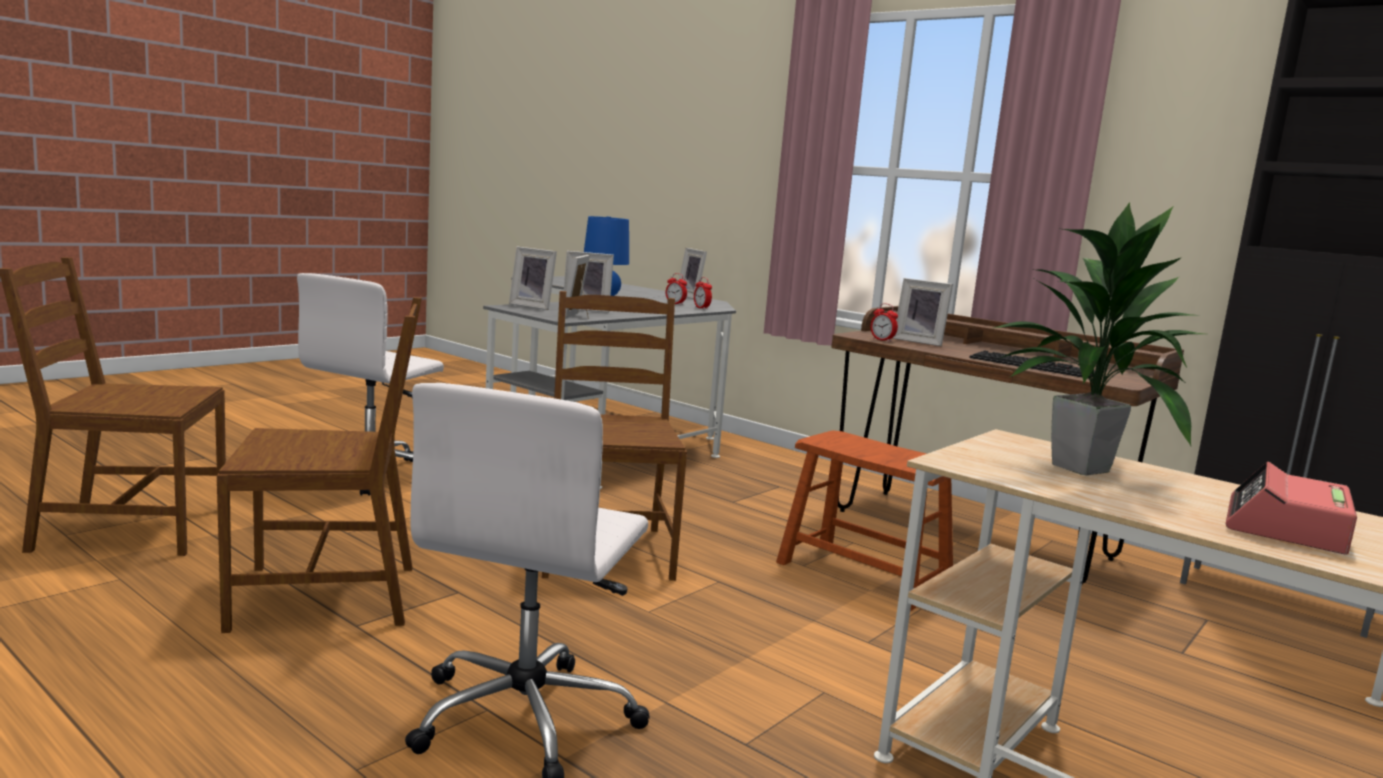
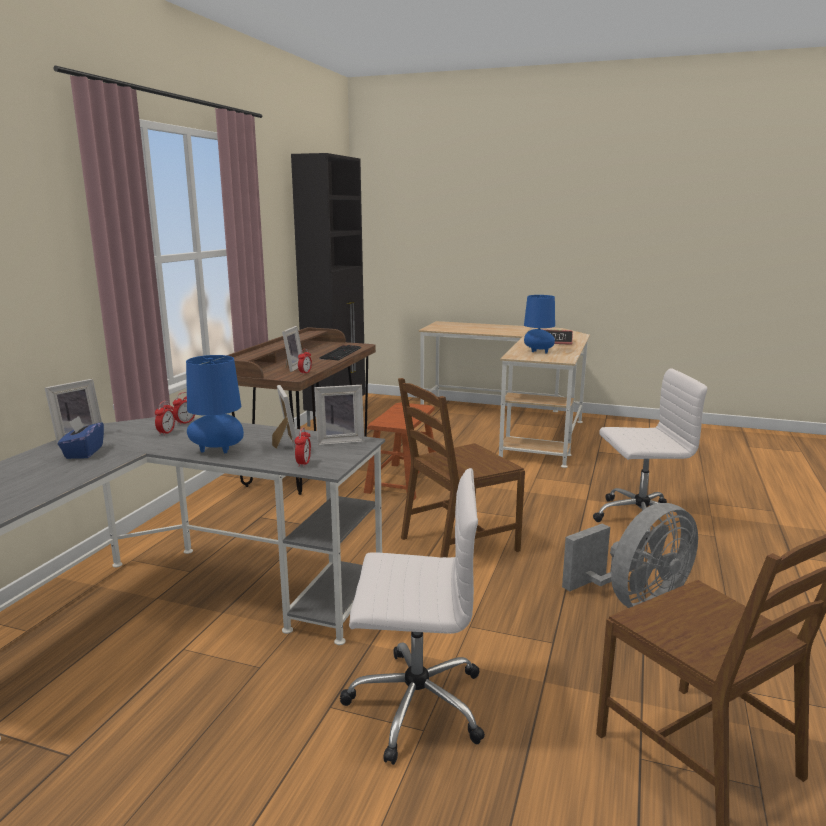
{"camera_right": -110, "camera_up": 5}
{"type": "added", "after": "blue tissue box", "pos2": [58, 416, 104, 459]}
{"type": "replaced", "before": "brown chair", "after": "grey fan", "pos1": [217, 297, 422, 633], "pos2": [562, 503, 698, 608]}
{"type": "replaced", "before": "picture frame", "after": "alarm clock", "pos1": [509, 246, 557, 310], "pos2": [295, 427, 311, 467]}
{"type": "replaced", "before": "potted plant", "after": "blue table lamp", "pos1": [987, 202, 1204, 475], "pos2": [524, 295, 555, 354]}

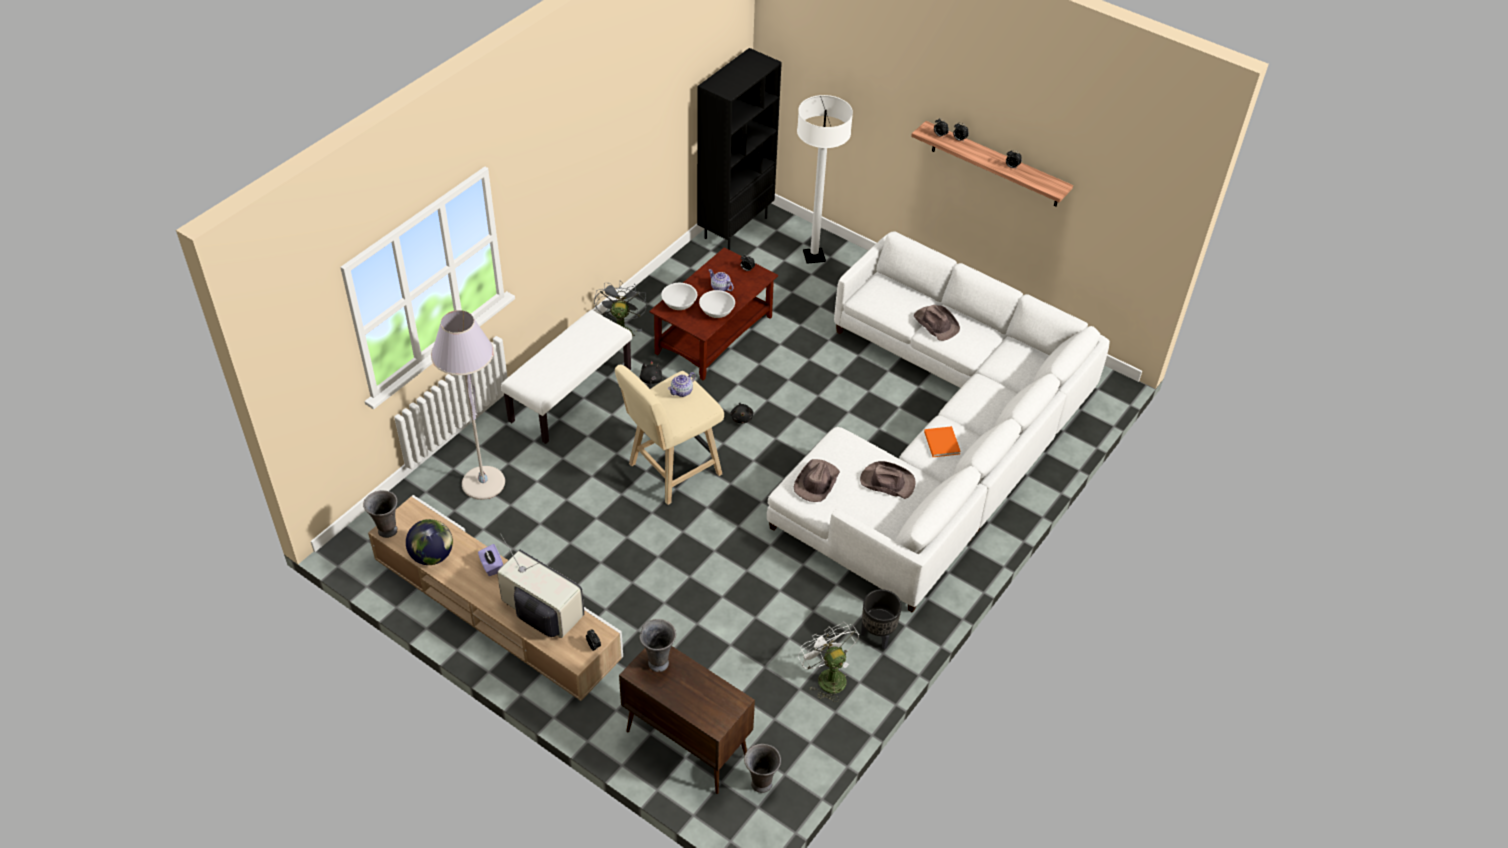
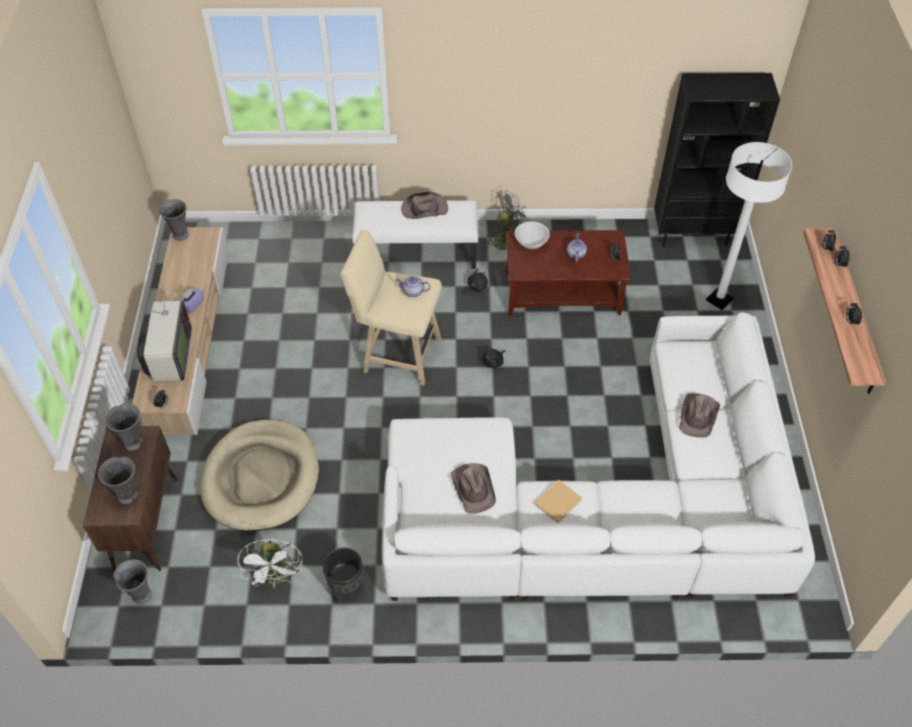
{"camera_right": 55, "camera_up": 5}
{"type": "removed", "before": "globe", "pos1": [406, 519, 453, 565]}
{"type": "removed", "before": "grey floor lamp", "pos1": [431, 310, 505, 500]}
{"type": "removed", "before": "white bowl", "pos1": [699, 290, 735, 318]}
{"type": "added", "after": "grey vase", "pos2": [98, 457, 138, 504]}
{"type": "added", "after": "beige dog bed", "pos2": [200, 420, 319, 531]}
{"type": "moved", "before": "brown hat", "pos1": [794, 459, 840, 502], "pos2": [401, 192, 448, 219]}
{"type": "recoloured", "before": "orange book", "after": "beige book", "pos1": [924, 426, 961, 457], "pos2": [535, 480, 582, 523]}
{"type": "turned", "before": "white fan", "pos1": [798, 622, 859, 702], "pos2": [238, 539, 302, 588], "turn": 150}

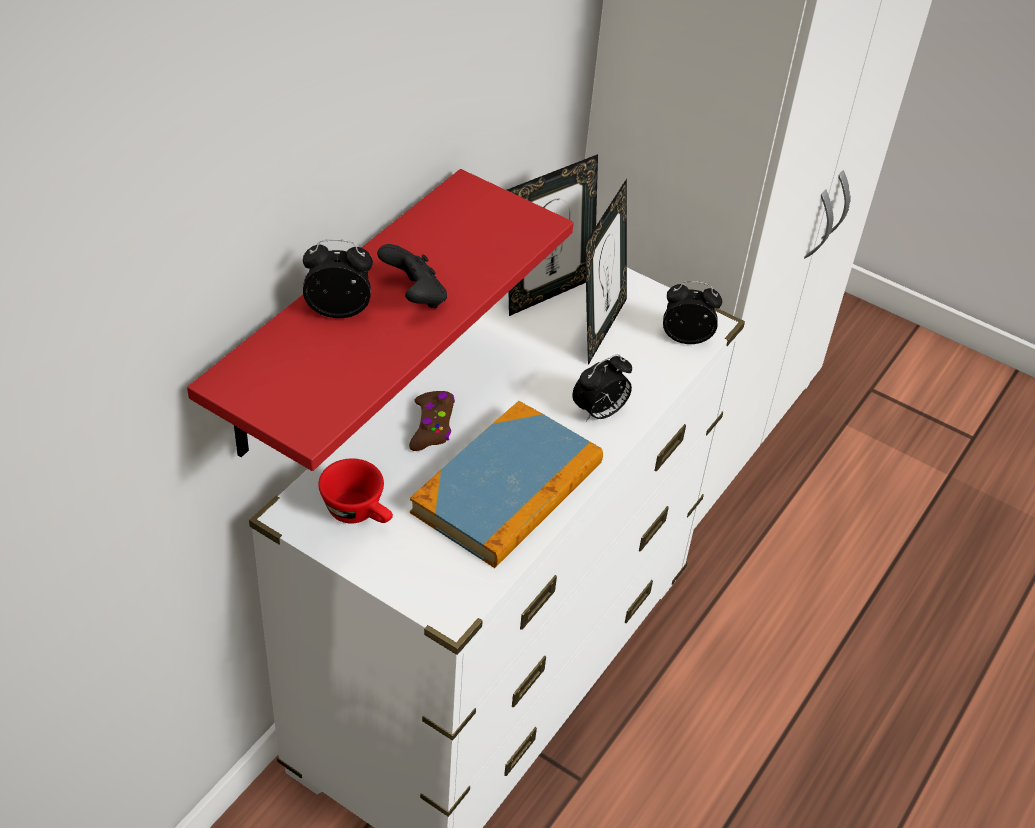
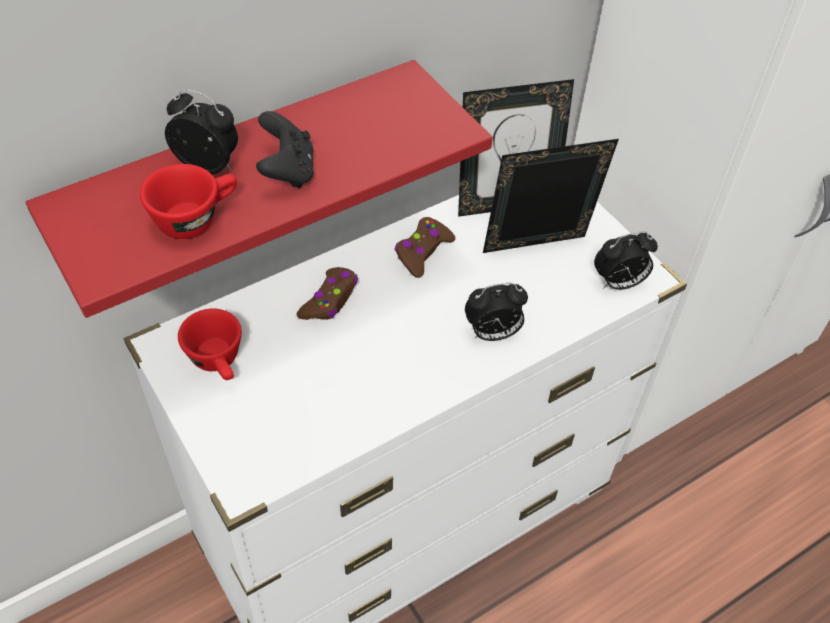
{"camera_right": 25, "camera_up": 5}
{"type": "removed", "before": "book", "pos1": [410, 401, 603, 568]}
{"type": "added", "after": "red cup", "pos2": [140, 164, 237, 239]}
{"type": "added", "after": "brown game controller", "pos2": [395, 217, 456, 278]}
{"type": "turned", "before": "picture frame", "pos1": [585, 179, 627, 365], "pos2": [483, 139, 619, 253], "turn": -150}
{"type": "turned", "before": "alarm clock", "pos1": [663, 281, 722, 344], "pos2": [594, 231, 658, 290], "turn": 135}

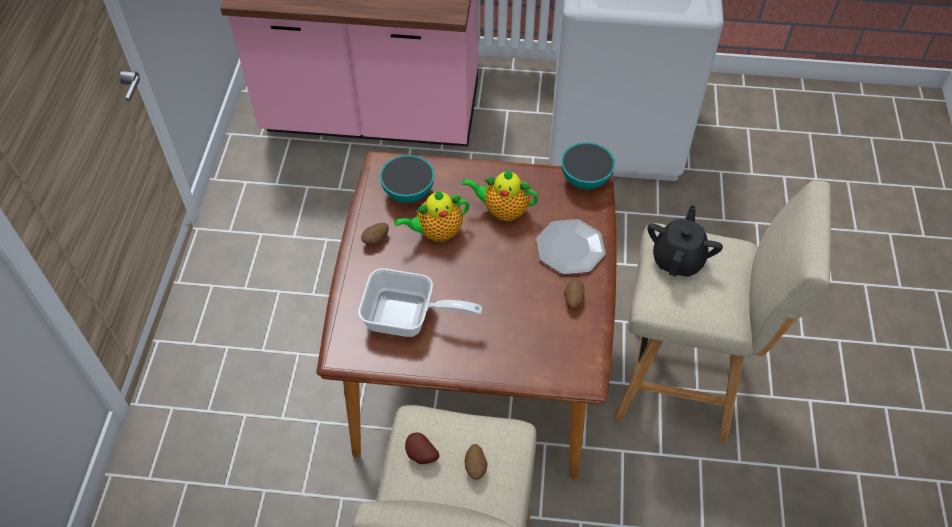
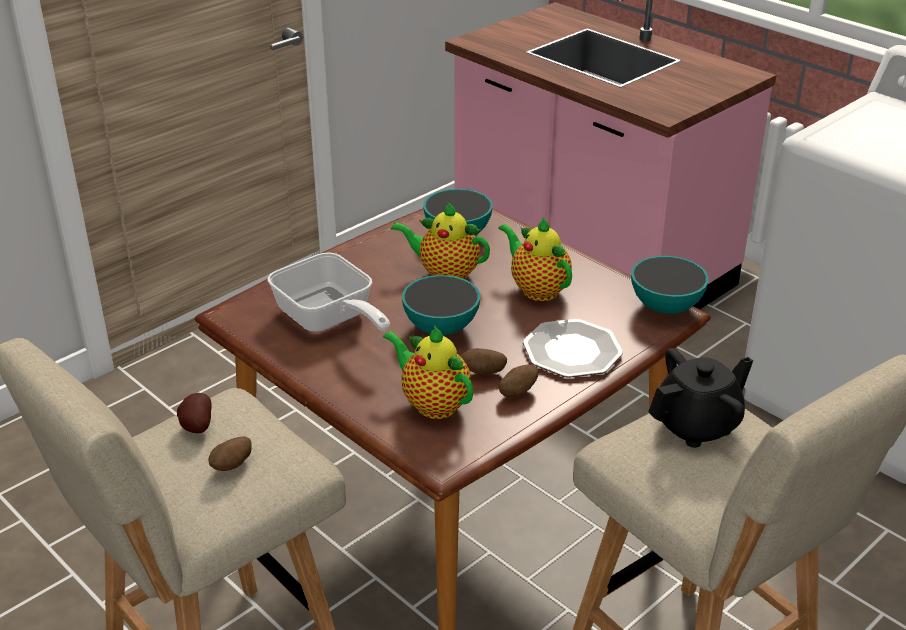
{"camera_right": 40, "camera_up": -20}
{"type": "added", "after": "teapot", "pos2": [383, 325, 473, 419]}
{"type": "added", "after": "bowl", "pos2": [402, 275, 480, 335]}
{"type": "moved", "before": "potato", "pos1": [361, 223, 389, 245], "pos2": [461, 348, 507, 375]}

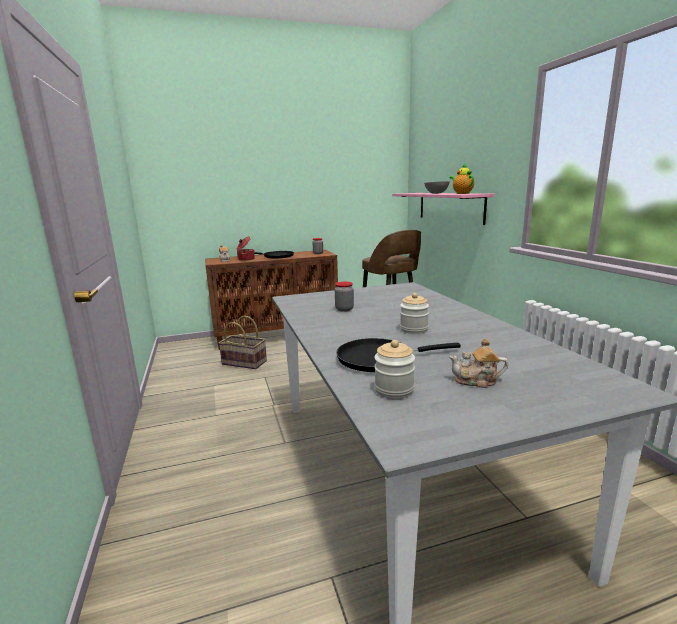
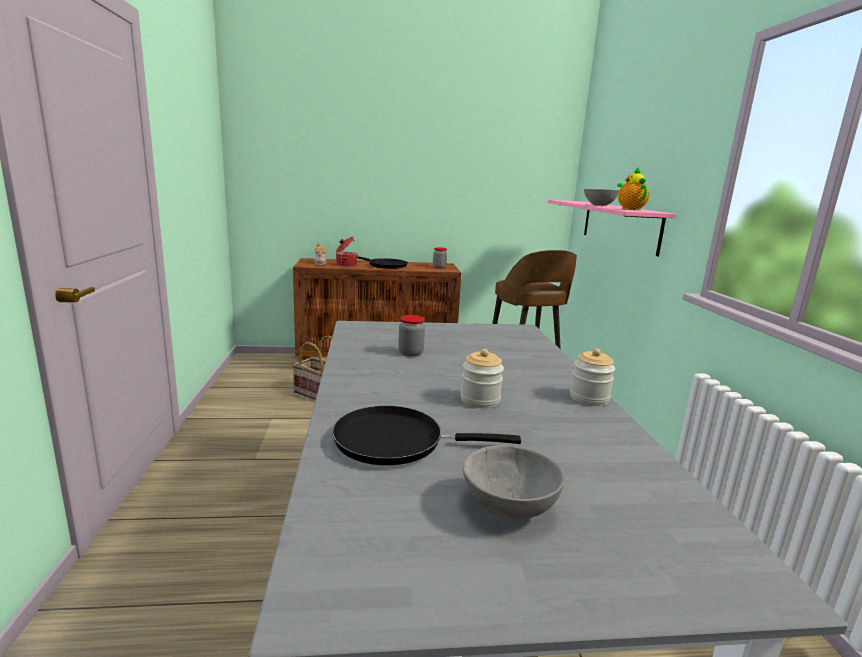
{"camera_right": 10, "camera_up": 0}
{"type": "moved", "before": "jar", "pos1": [374, 340, 415, 399], "pos2": [570, 349, 615, 406]}
{"type": "replaced", "before": "teapot", "after": "grey bowl", "pos1": [449, 338, 508, 388], "pos2": [463, 445, 565, 519]}

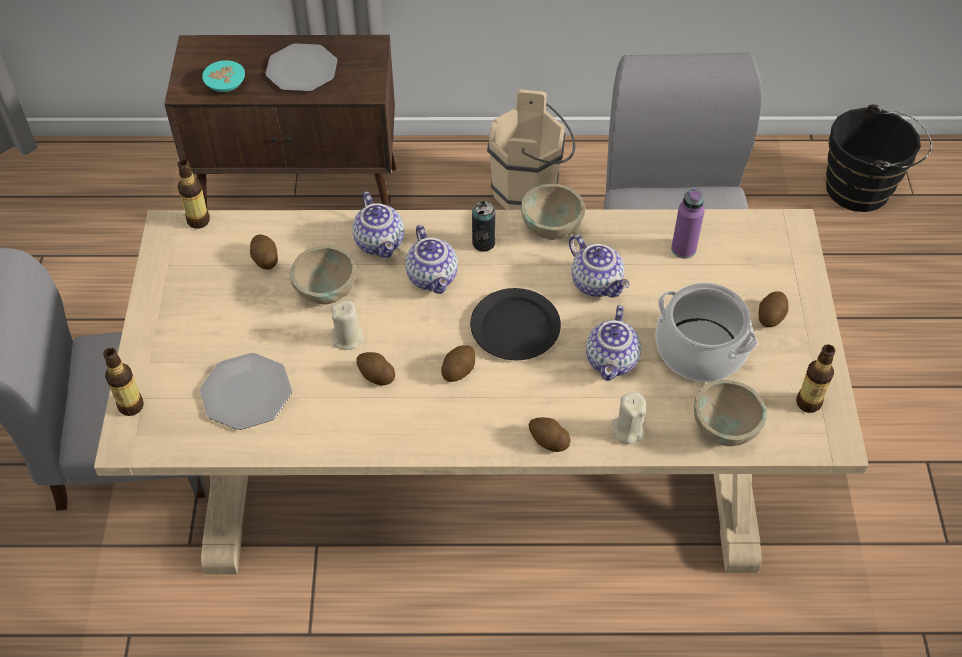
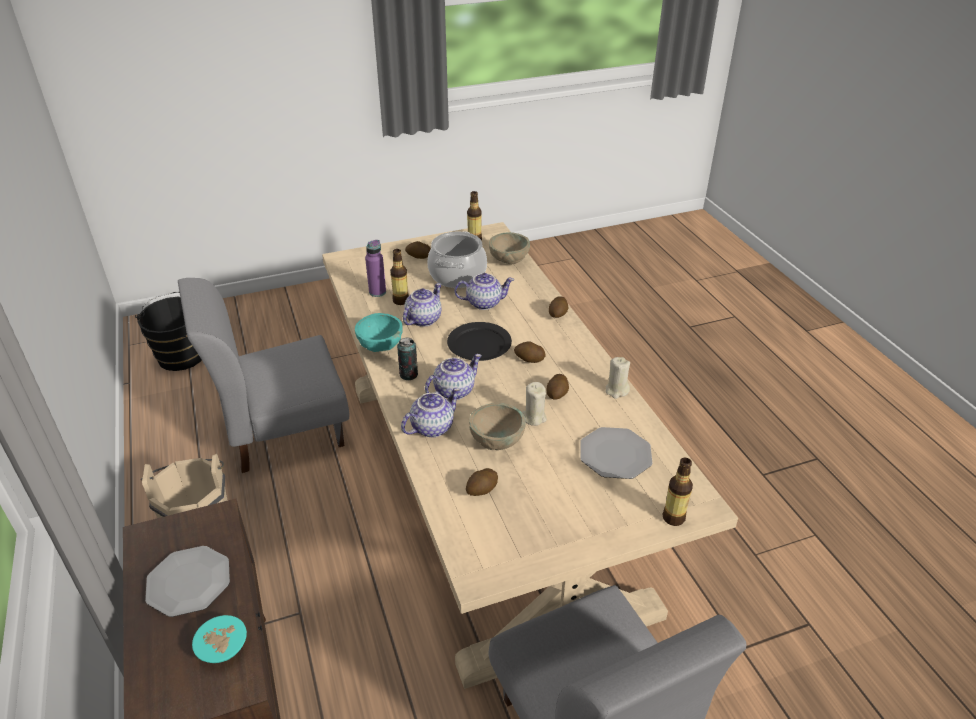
{"camera_right": -110, "camera_up": -15}
{"type": "moved", "before": "bottle", "pos1": [177, 159, 210, 229], "pos2": [390, 249, 409, 305]}
{"type": "moved", "before": "beige candle", "pos1": [612, 392, 646, 445], "pos2": [605, 357, 630, 399]}
{"type": "recoloured", "before": "beige bowl", "after": "turquoise bowl", "pos1": [521, 184, 585, 240], "pos2": [355, 313, 403, 352]}

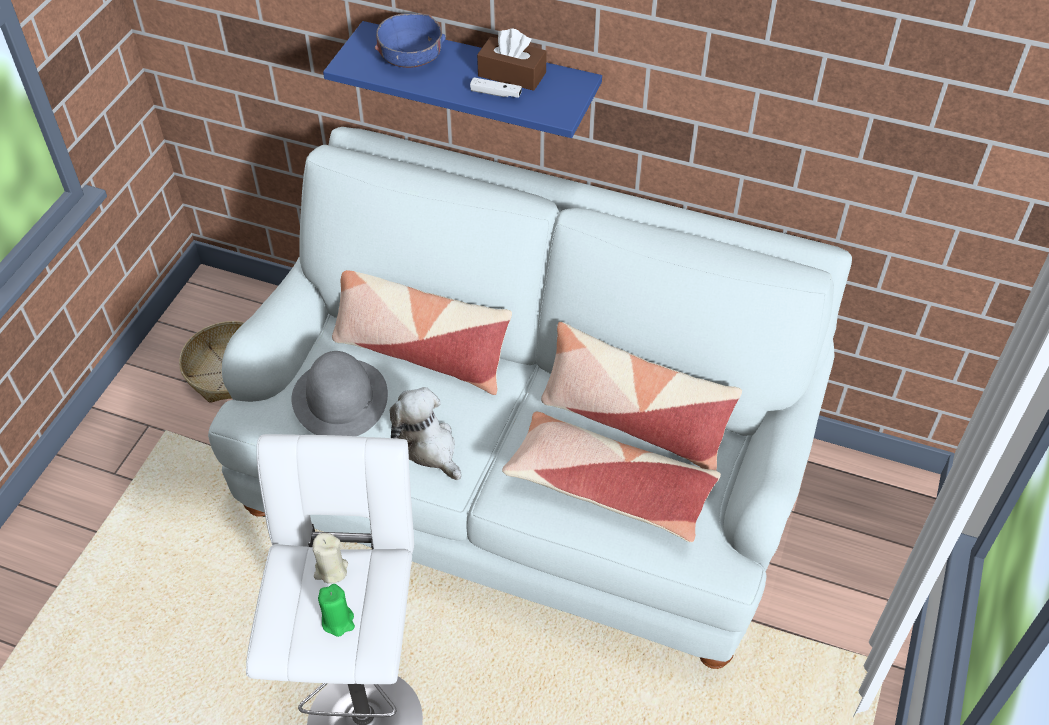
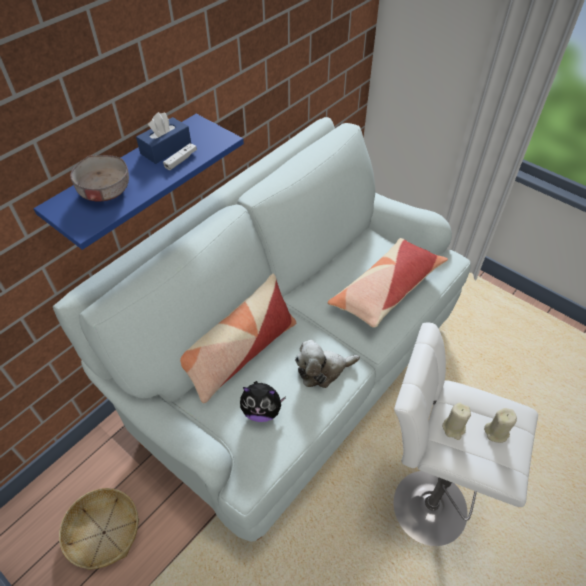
{"camera_right": -70, "camera_up": 0}
{"type": "removed", "before": "pillow", "pos1": [541, 322, 742, 470]}
{"type": "replaced", "before": "grey hat", "after": "plush toy", "pos1": [291, 351, 388, 436], "pos2": [240, 381, 286, 422]}
{"type": "recoloured", "before": "green candle", "after": "beige candle", "pos1": [318, 584, 355, 637], "pos2": [484, 408, 517, 443]}
{"type": "recoloured", "before": "blue bowl", "after": "grey bowl", "pos1": [375, 13, 446, 68], "pos2": [70, 155, 129, 201]}
{"type": "recoloured", "before": "brown tissue box", "after": "blue tissue box", "pos1": [477, 28, 547, 91], "pos2": [136, 112, 191, 164]}

